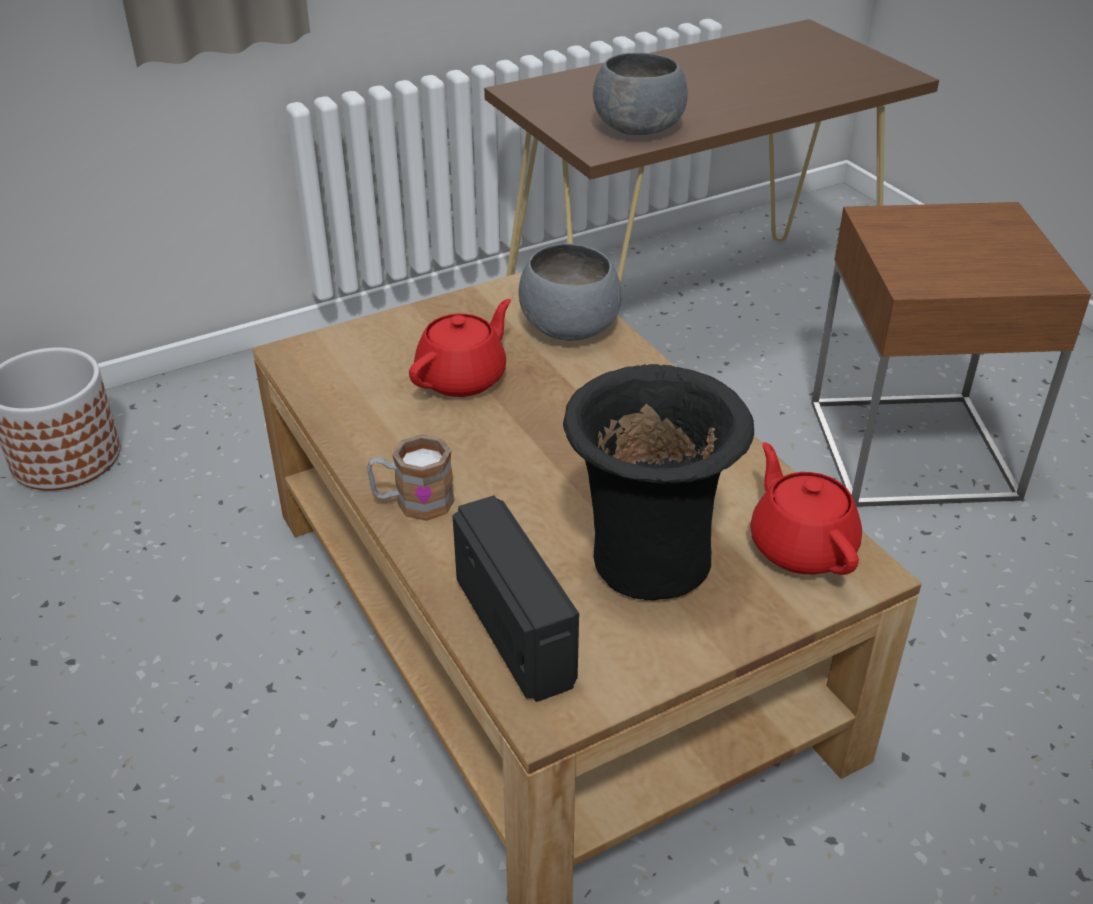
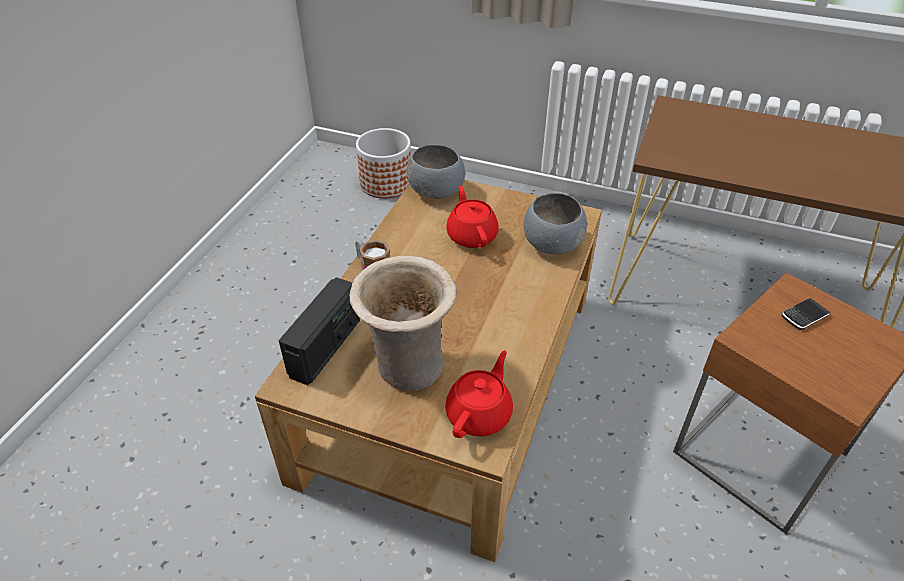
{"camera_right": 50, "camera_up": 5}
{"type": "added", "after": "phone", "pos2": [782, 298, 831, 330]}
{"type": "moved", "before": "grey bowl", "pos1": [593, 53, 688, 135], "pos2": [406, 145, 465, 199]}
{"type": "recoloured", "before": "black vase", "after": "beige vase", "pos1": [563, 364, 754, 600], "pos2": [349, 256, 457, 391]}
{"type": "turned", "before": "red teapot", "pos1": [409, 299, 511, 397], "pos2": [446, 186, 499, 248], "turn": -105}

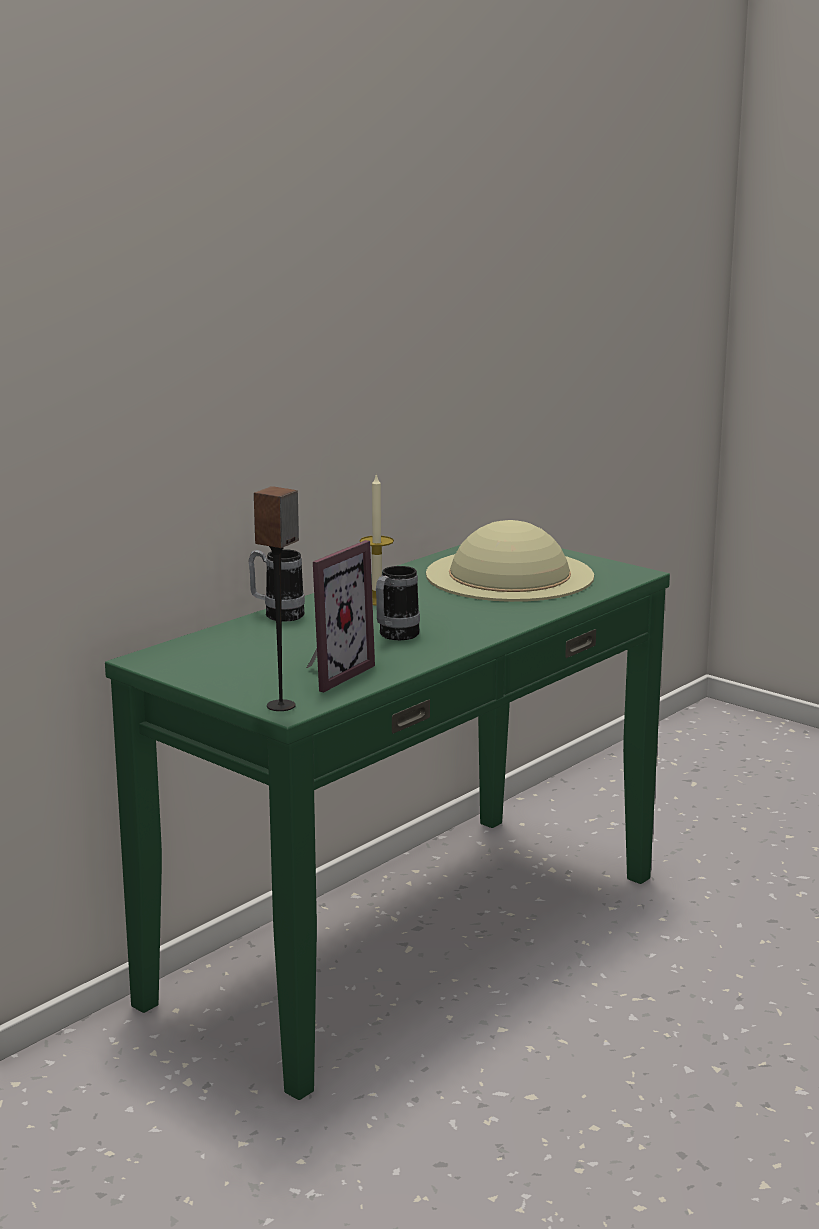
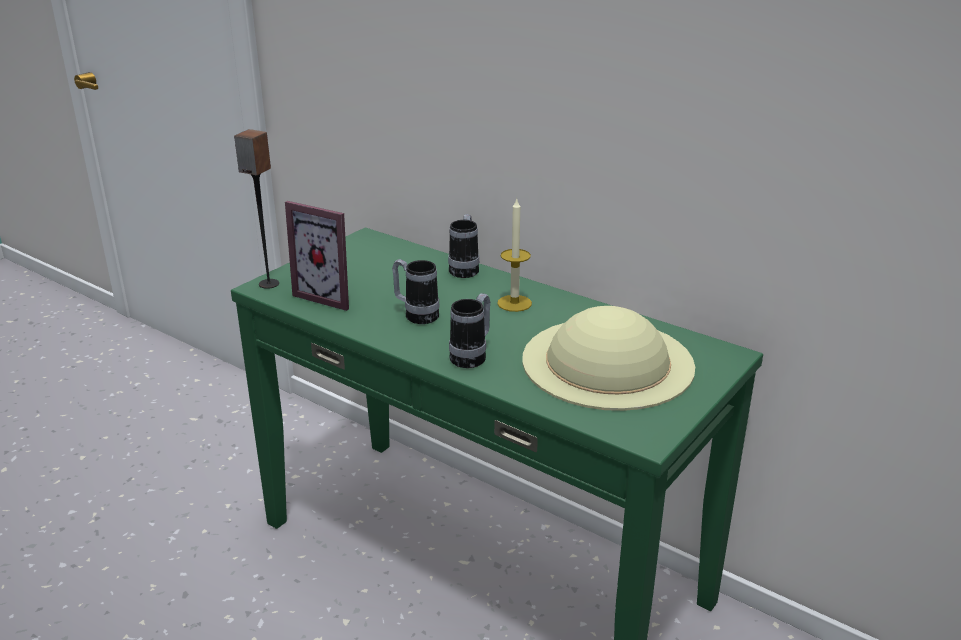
{"camera_right": 85, "camera_up": 10}
{"type": "added", "after": "mug", "pos2": [449, 293, 490, 368]}

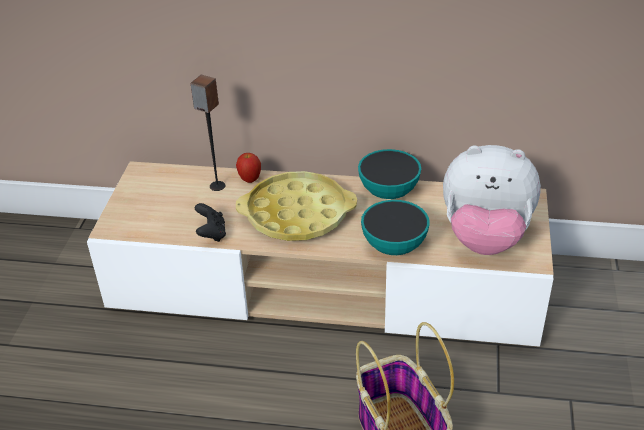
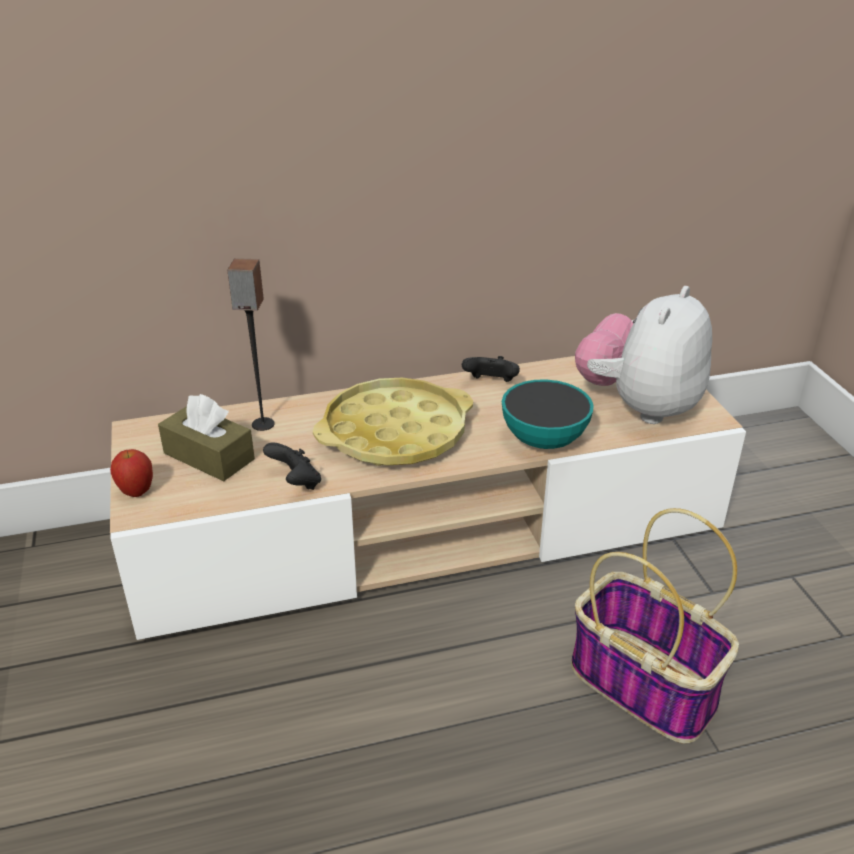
{"camera_right": -25, "camera_up": -5}
{"type": "added", "after": "brown tissue box", "pos2": [158, 394, 255, 481]}
{"type": "moved", "before": "apple", "pos1": [236, 153, 261, 183], "pos2": [110, 449, 153, 497]}
{"type": "replaced", "before": "bowl", "after": "black game controller", "pos1": [358, 149, 421, 199], "pos2": [462, 356, 520, 382]}
{"type": "turned", "before": "plush toy", "pos1": [443, 145, 541, 255], "pos2": [575, 286, 712, 424], "turn": 135}

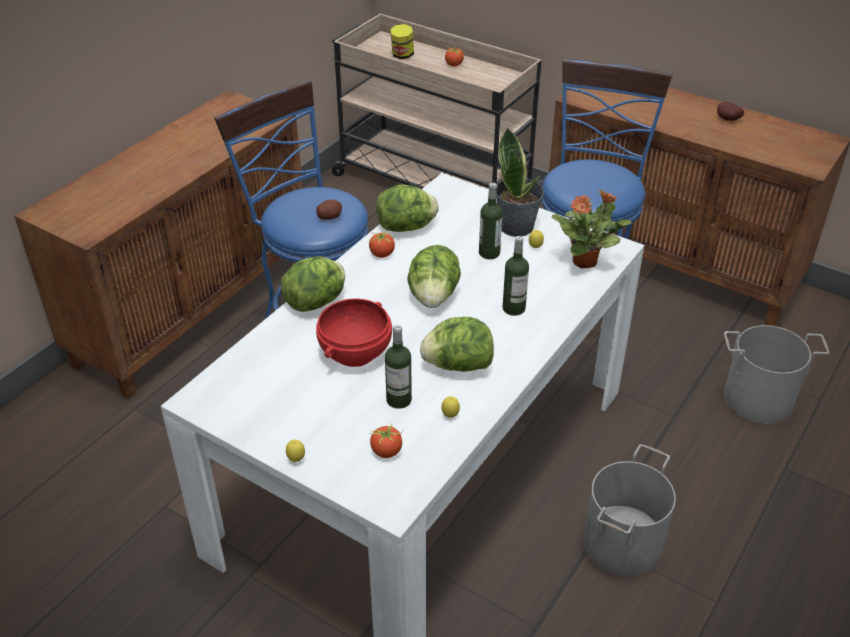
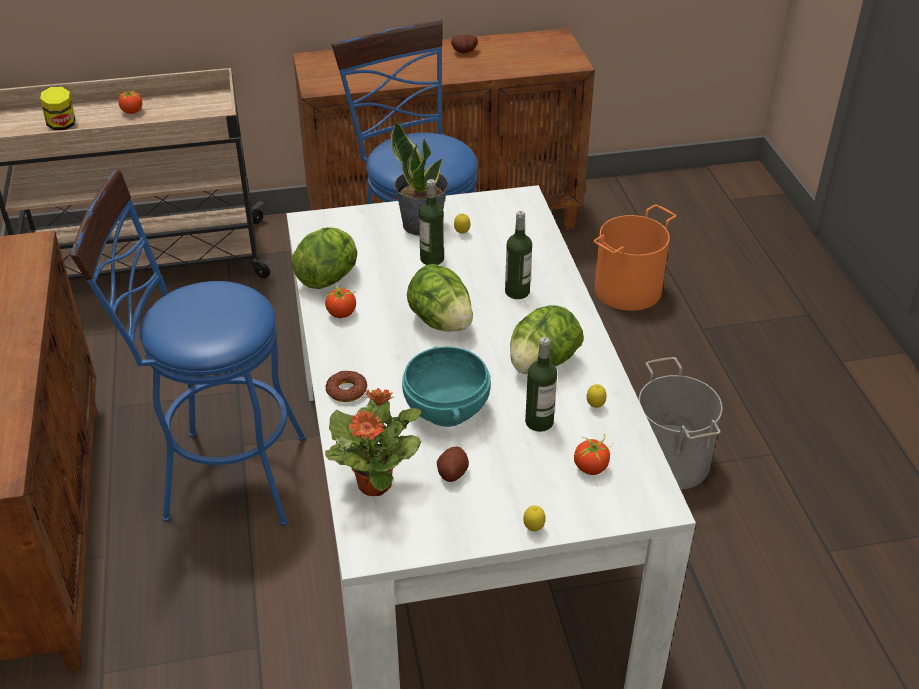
{"camera_right": -45, "camera_up": 0}
{"type": "moved", "before": "potato", "pos1": [316, 200, 342, 220], "pos2": [437, 446, 469, 482]}
{"type": "moved", "before": "potted plant", "pos1": [552, 190, 632, 268], "pos2": [325, 388, 422, 496]}
{"type": "replaced", "before": "lettuce", "after": "donut", "pos1": [281, 257, 345, 312], "pos2": [325, 370, 367, 402]}
{"type": "recoloured", "before": "red bowl", "after": "turquoise bowl", "pos1": [316, 298, 392, 367], "pos2": [402, 346, 491, 427]}
{"type": "recoloured", "before": "grey bucket", "after": "orange bucket", "pos1": [724, 325, 829, 424], "pos2": [594, 204, 676, 311]}

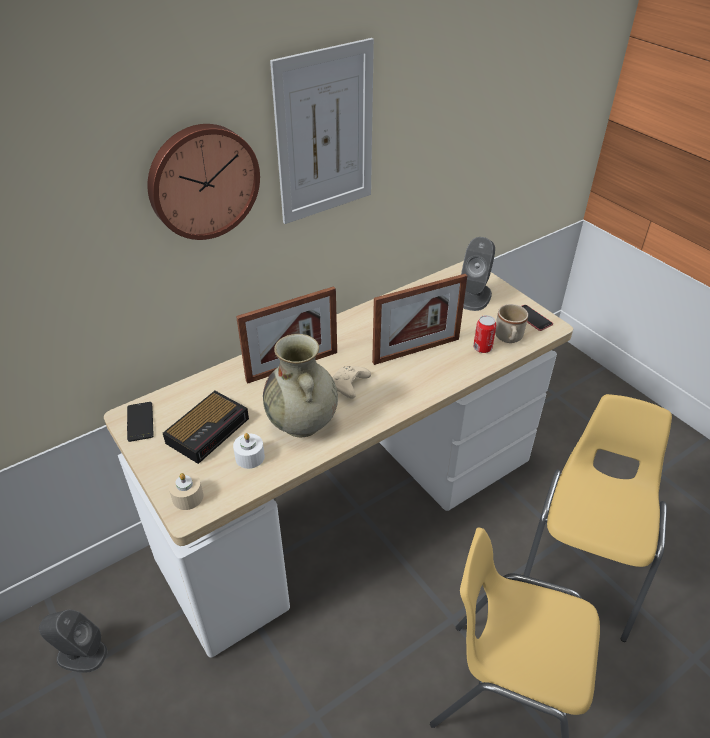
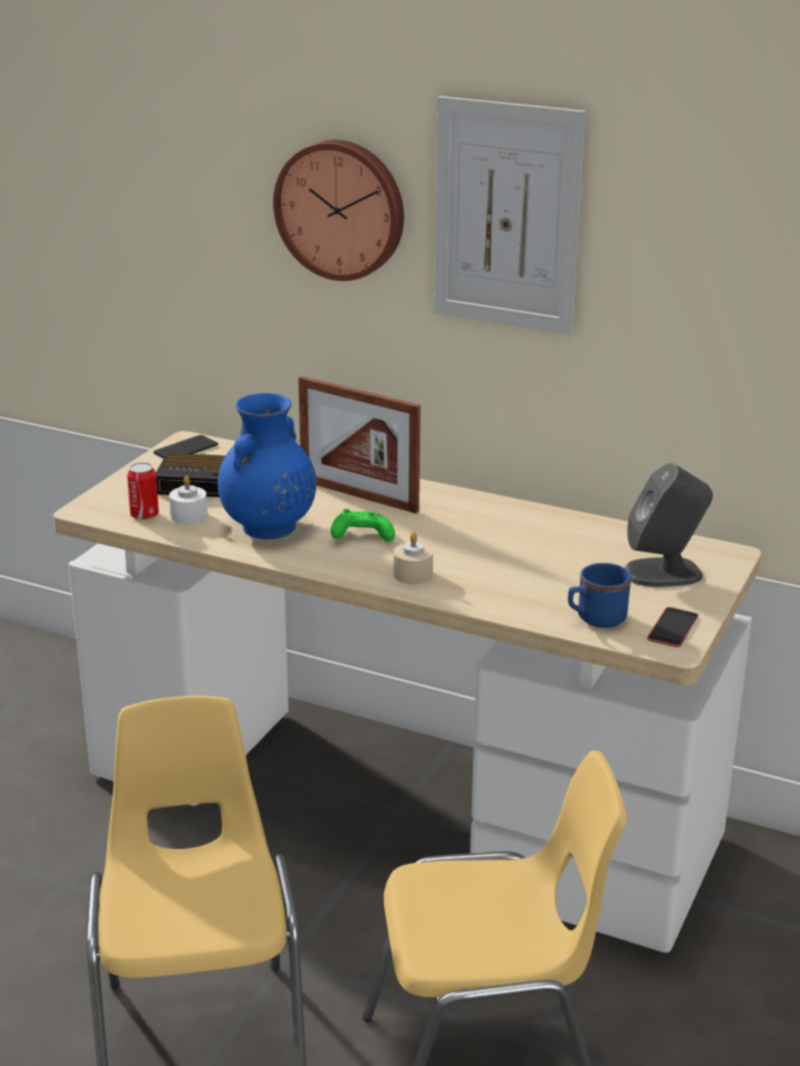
{"camera_right": 60, "camera_up": -15}
{"type": "removed", "before": "grey speaker", "pos1": [39, 609, 107, 673]}
{"type": "removed", "before": "picture frame", "pos1": [372, 274, 467, 365]}
{"type": "moved", "before": "beige candle", "pos1": [169, 472, 203, 510], "pos2": [393, 532, 433, 584]}
{"type": "moved", "before": "can", "pos1": [473, 315, 496, 353], "pos2": [127, 462, 159, 520]}
{"type": "recoloured", "before": "beige vase", "after": "blue vase", "pos1": [263, 334, 338, 437], "pos2": [218, 393, 316, 539]}
{"type": "recoloured", "before": "beige game controller", "after": "green game controller", "pos1": [332, 366, 371, 399], "pos2": [331, 509, 395, 542]}
{"type": "recoloured", "before": "beige mug", "after": "blue mug", "pos1": [495, 304, 528, 343], "pos2": [568, 563, 631, 628]}

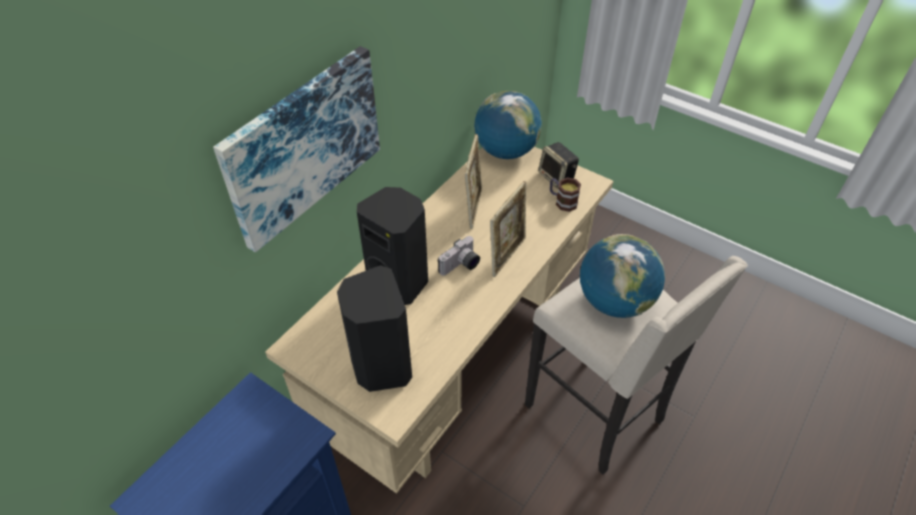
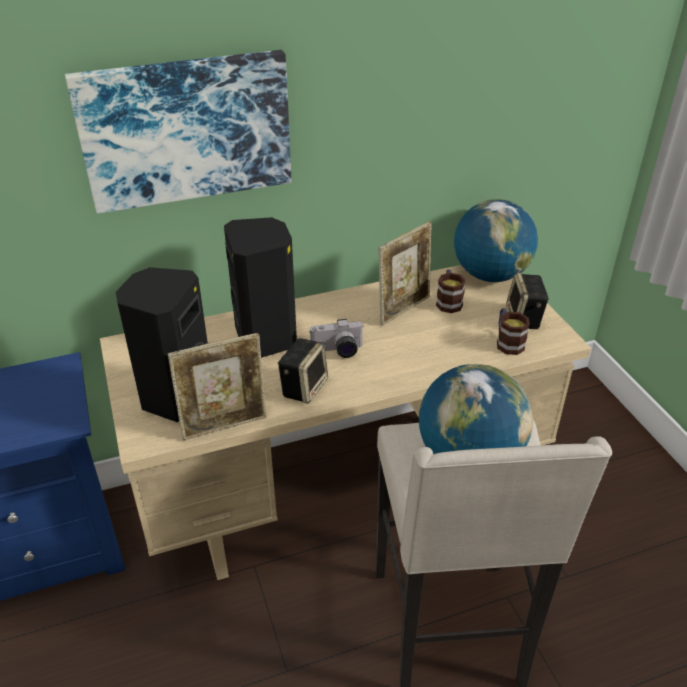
{"camera_right": 35, "camera_up": -10}
{"type": "added", "after": "speaker", "pos2": [278, 338, 328, 404]}
{"type": "added", "after": "mug", "pos2": [436, 270, 466, 313]}
{"type": "moved", "before": "picture frame", "pos1": [490, 181, 526, 277], "pos2": [168, 333, 267, 440]}

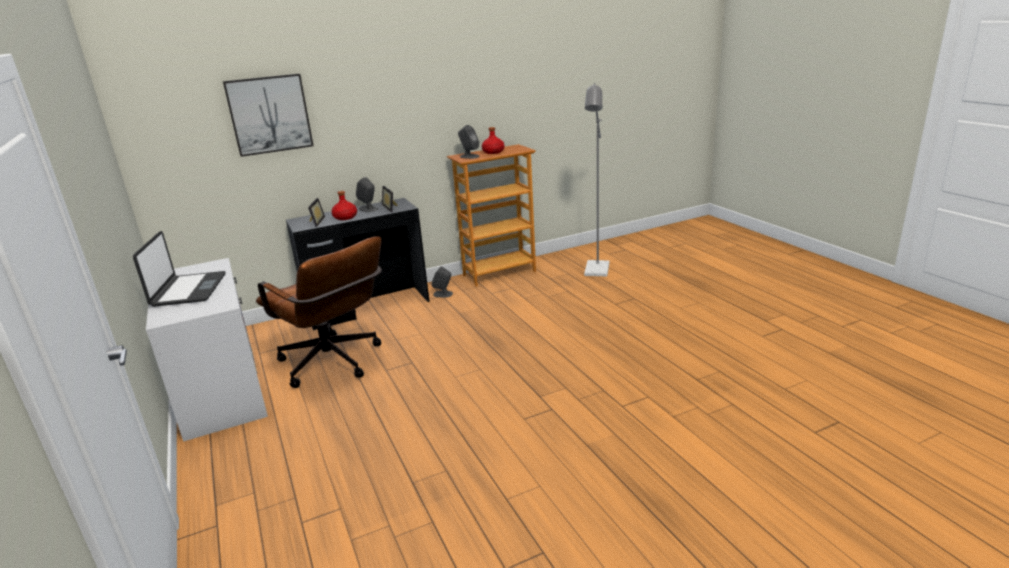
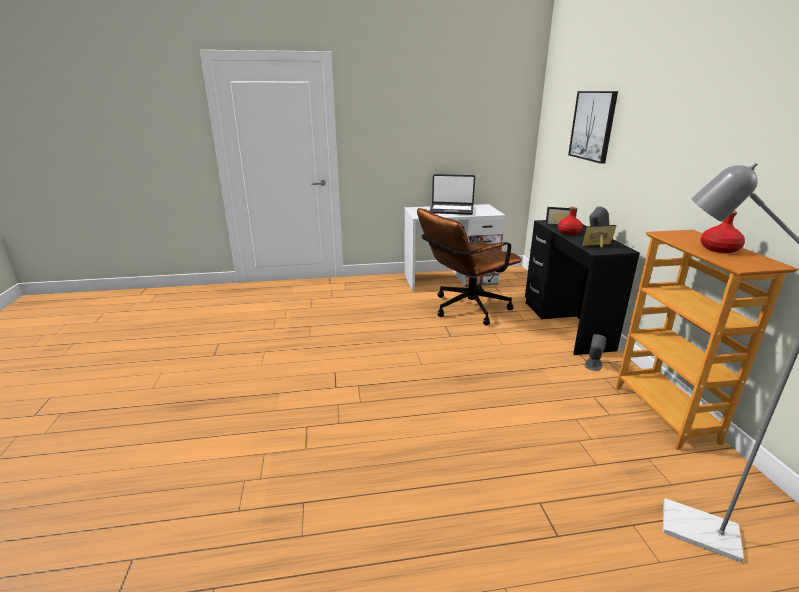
{"camera_right": 105, "camera_up": 0}
{"type": "removed", "before": "grey speaker", "pos1": [458, 125, 480, 159]}

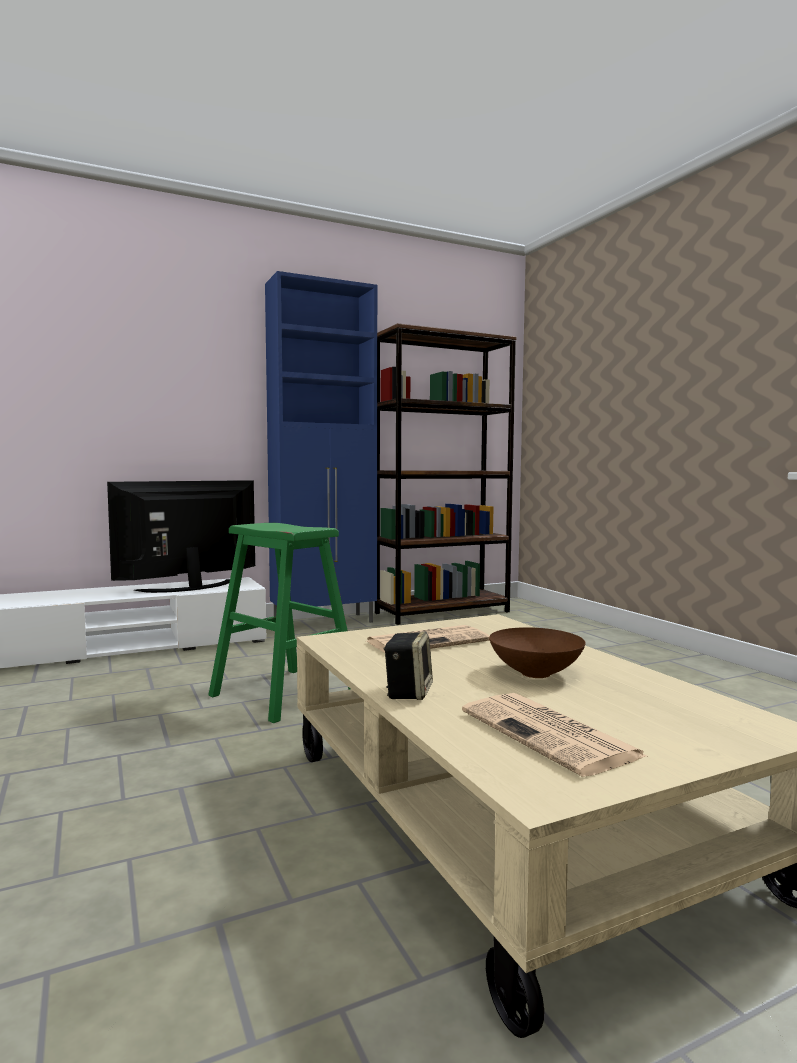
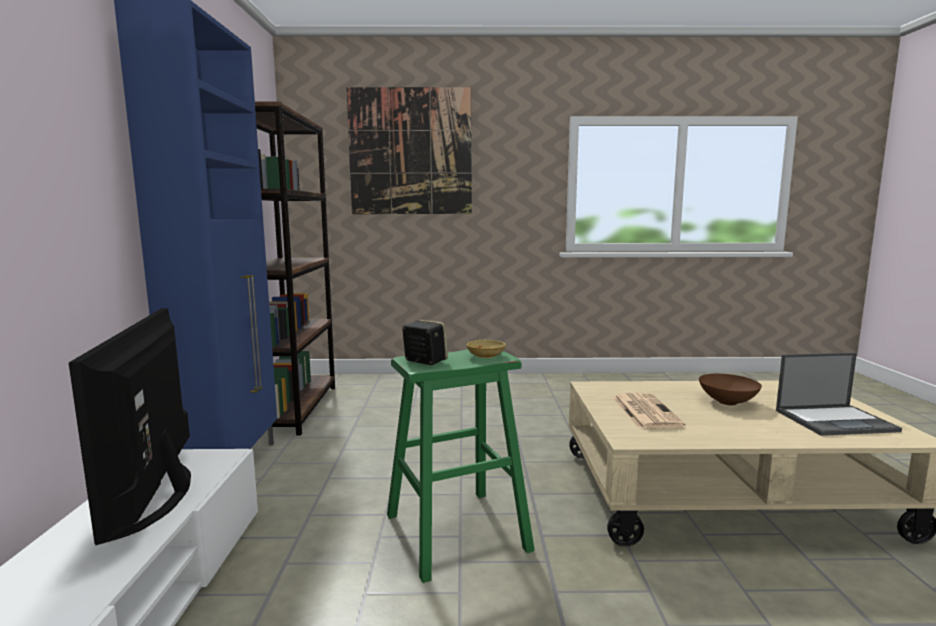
{"camera_right": -65, "camera_up": 5}
{"type": "added", "after": "picture", "pos2": [347, 87, 472, 214]}
{"type": "added", "after": "beige bowl", "pos2": [467, 340, 506, 358]}
{"type": "moved", "before": "speaker", "pos1": [384, 632, 433, 700], "pos2": [402, 320, 448, 365]}
{"type": "replaced", "before": "newspaper", "after": "laptop", "pos1": [462, 693, 649, 777], "pos2": [776, 353, 902, 436]}

